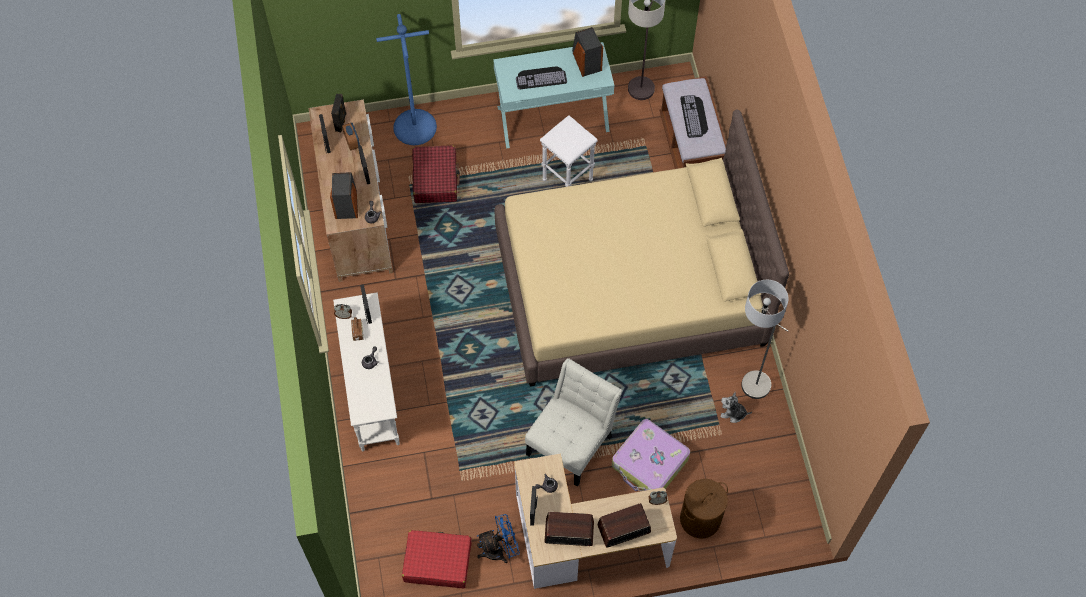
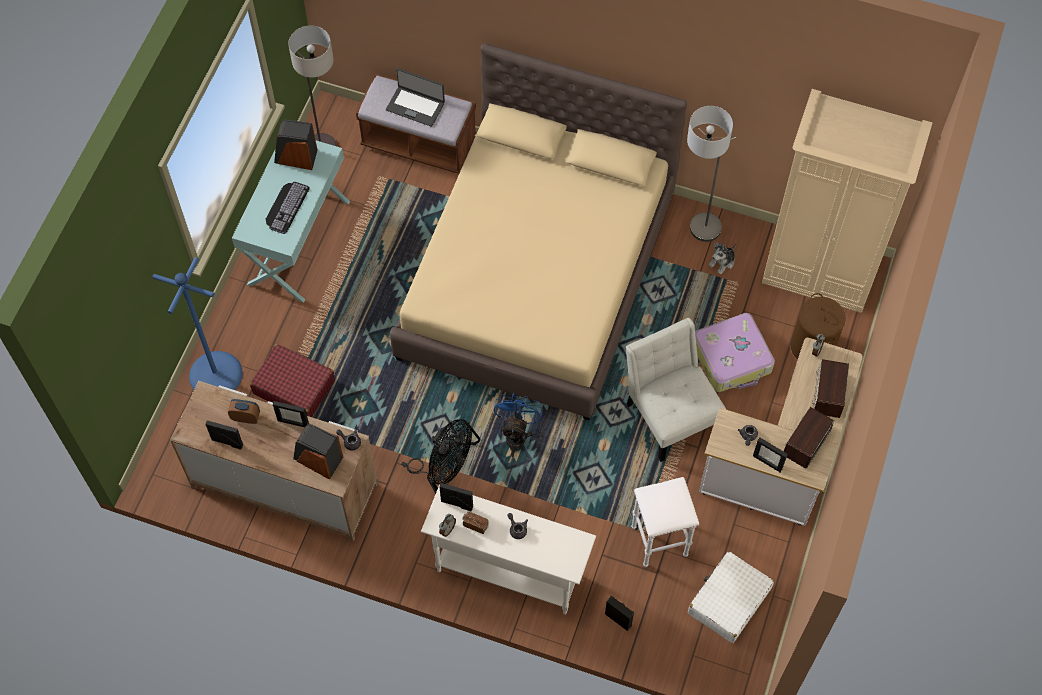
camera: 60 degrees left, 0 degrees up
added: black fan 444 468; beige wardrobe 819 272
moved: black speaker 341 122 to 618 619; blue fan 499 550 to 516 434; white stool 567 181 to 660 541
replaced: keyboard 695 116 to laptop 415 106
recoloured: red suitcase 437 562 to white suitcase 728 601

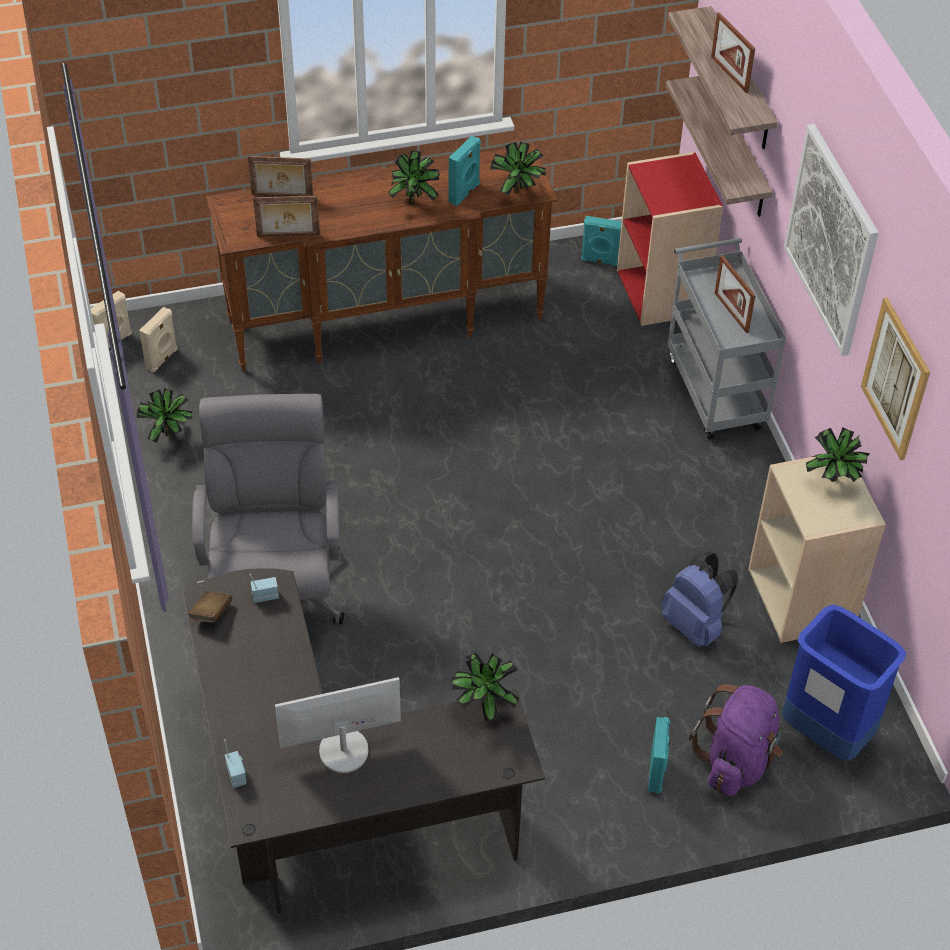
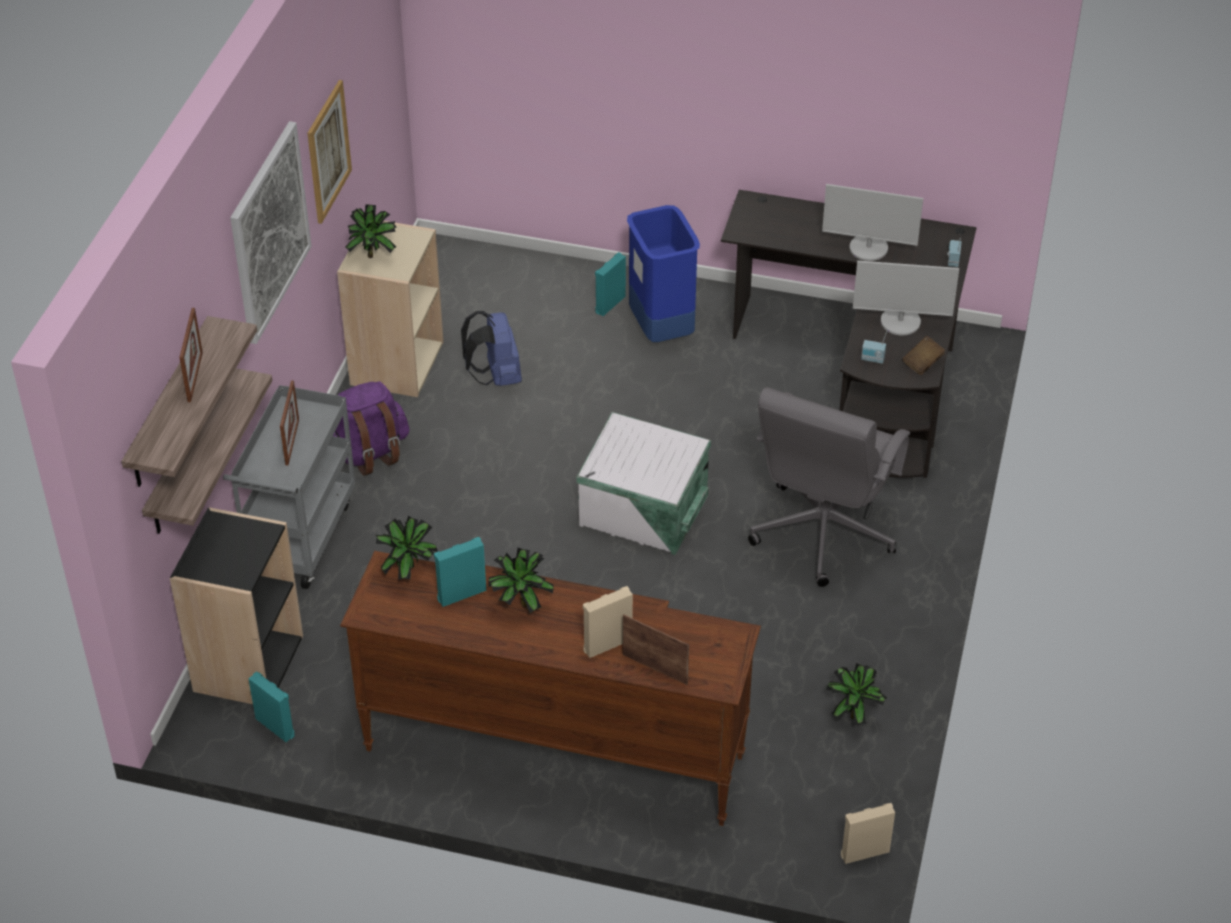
camera: 150 degrees left, 5 degrees down
removed: picture frame 288 236; potted plant 482 706
added: white storage box 644 512; monitor 900 322
moved: beige speaker 162 359 to 607 644; purple backpack 736 760 to 367 453; blue trash can 825 733 to 662 329
recoloured: red bookcase 662 292 to black bookcase 248 662

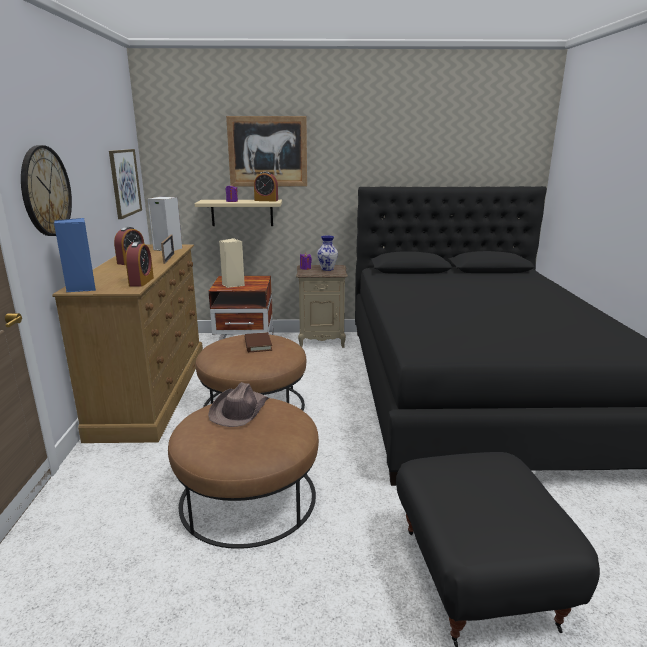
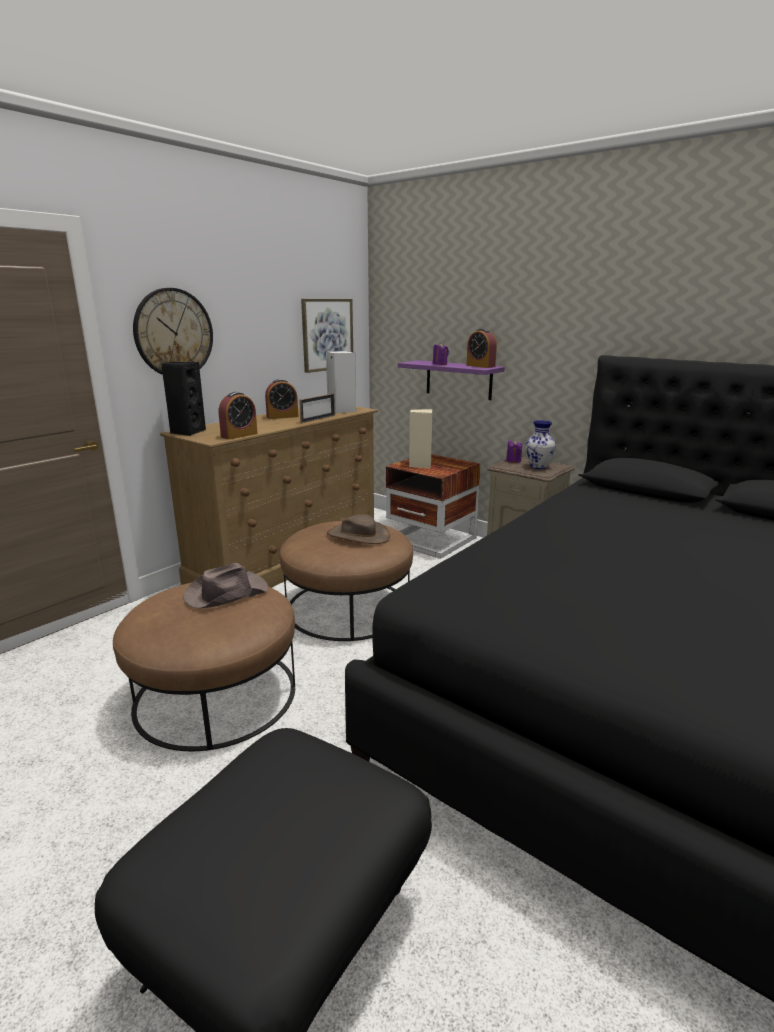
camera: 40 degrees right, 0 degrees up
removed: picture 267 151
replaced: brown book 258 344 to brown hat 358 535
recoloured: blue speaker 81 288 to black speaker 187 432; beige shelf 242 212 to purple shelf 458 380

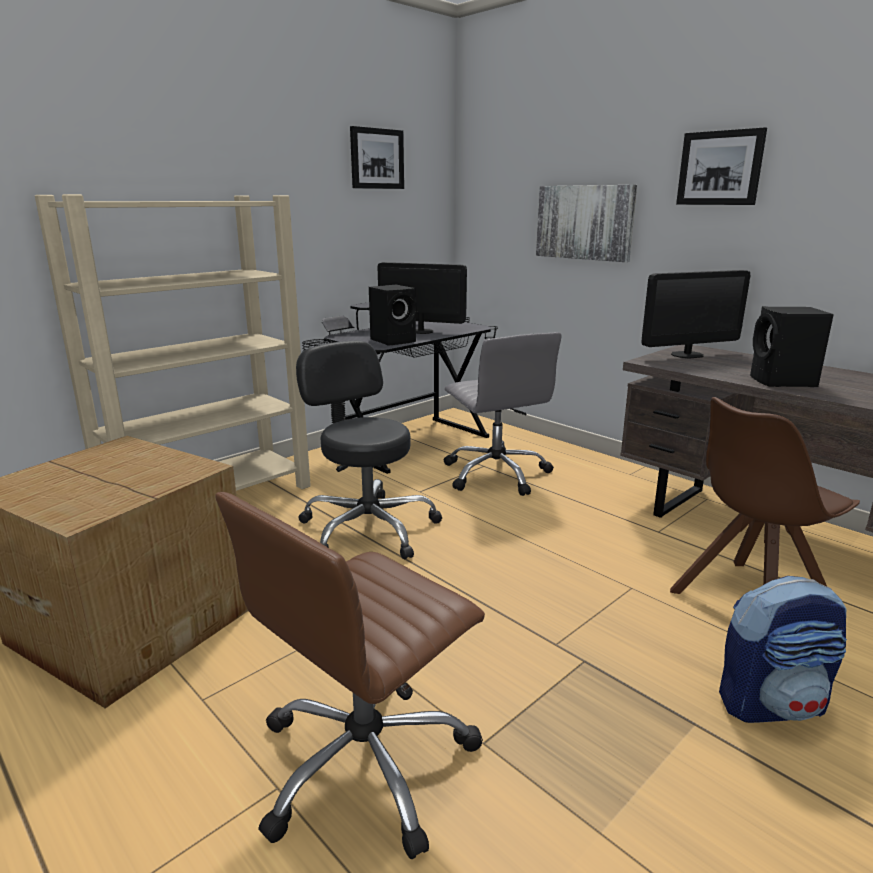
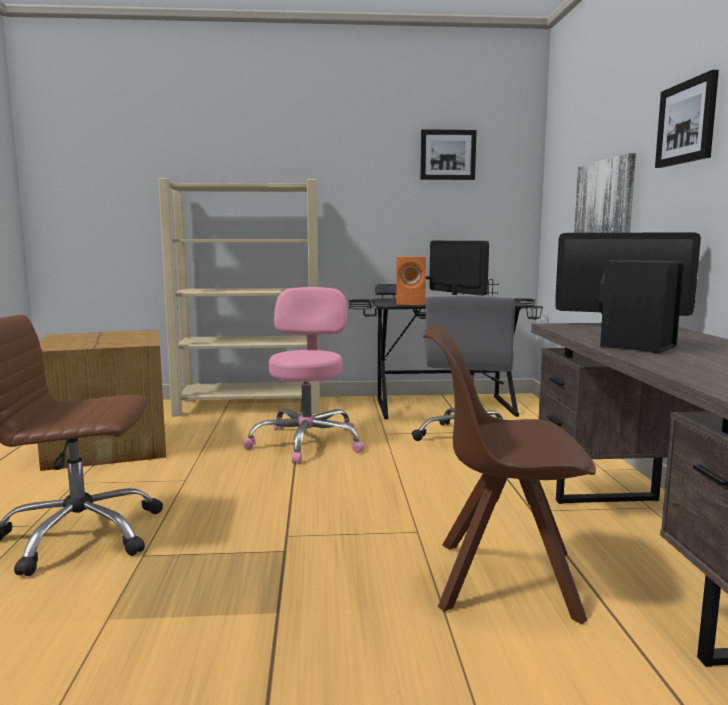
camera: 40 degrees right, 10 degrees down
removed: backpack 771 703
recoloured: black office chair 365 526 to pink office chair 308 441; black speaker 394 340 to orange speaker 412 303

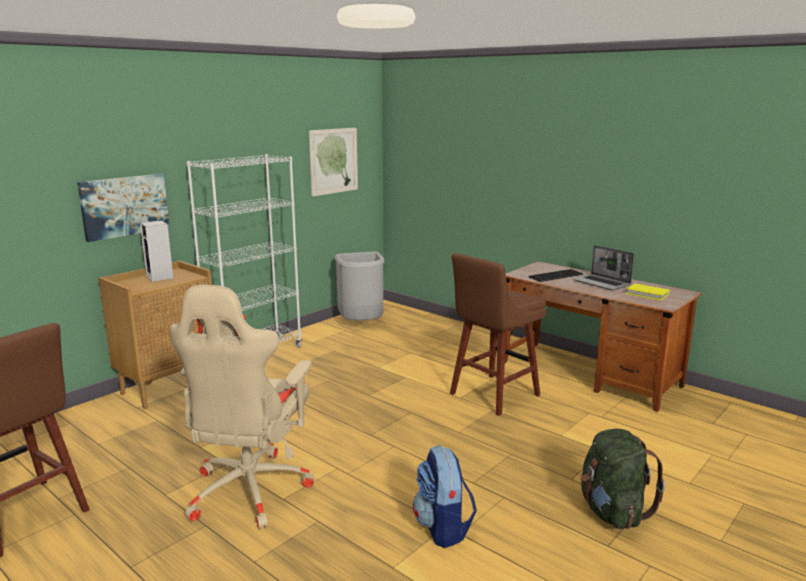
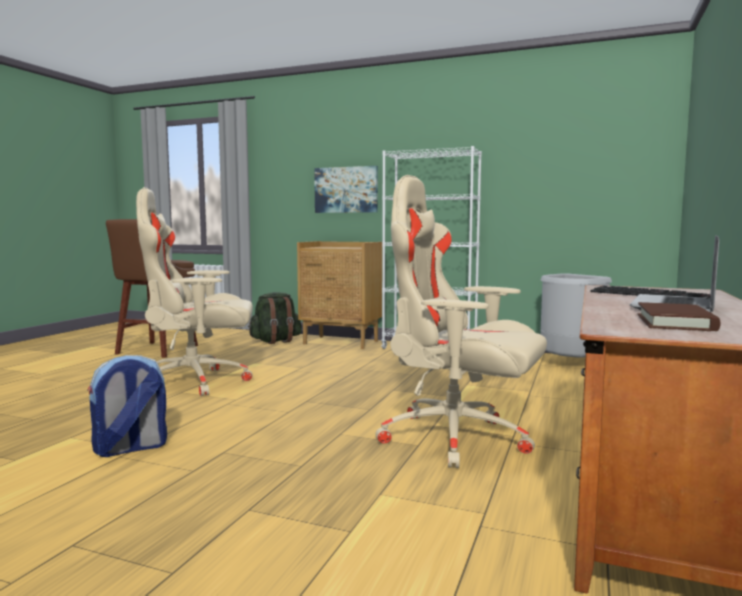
camera: 70 degrees right, 10 degrees down
removed: speaker 160 277; picture 333 161
moved: green backpack 612 512 to 276 341
replaced: brown stool 492 395 to beige office chair 464 441
recoloured: yellow book 647 294 to brown book 675 322

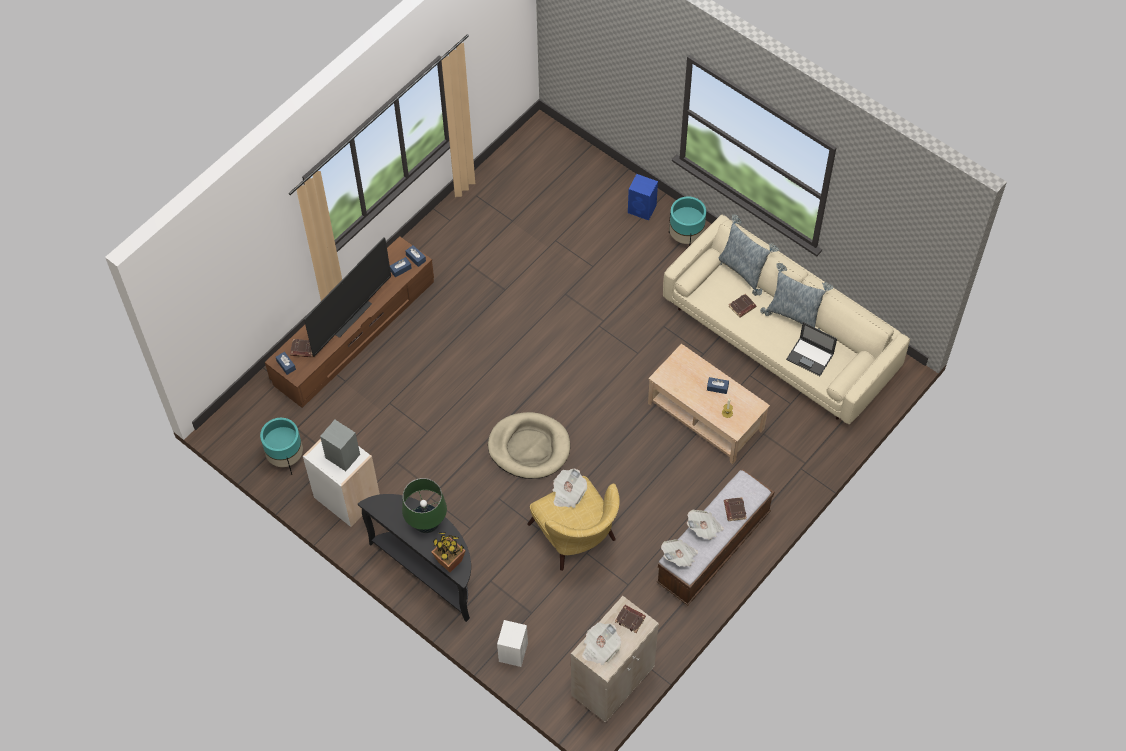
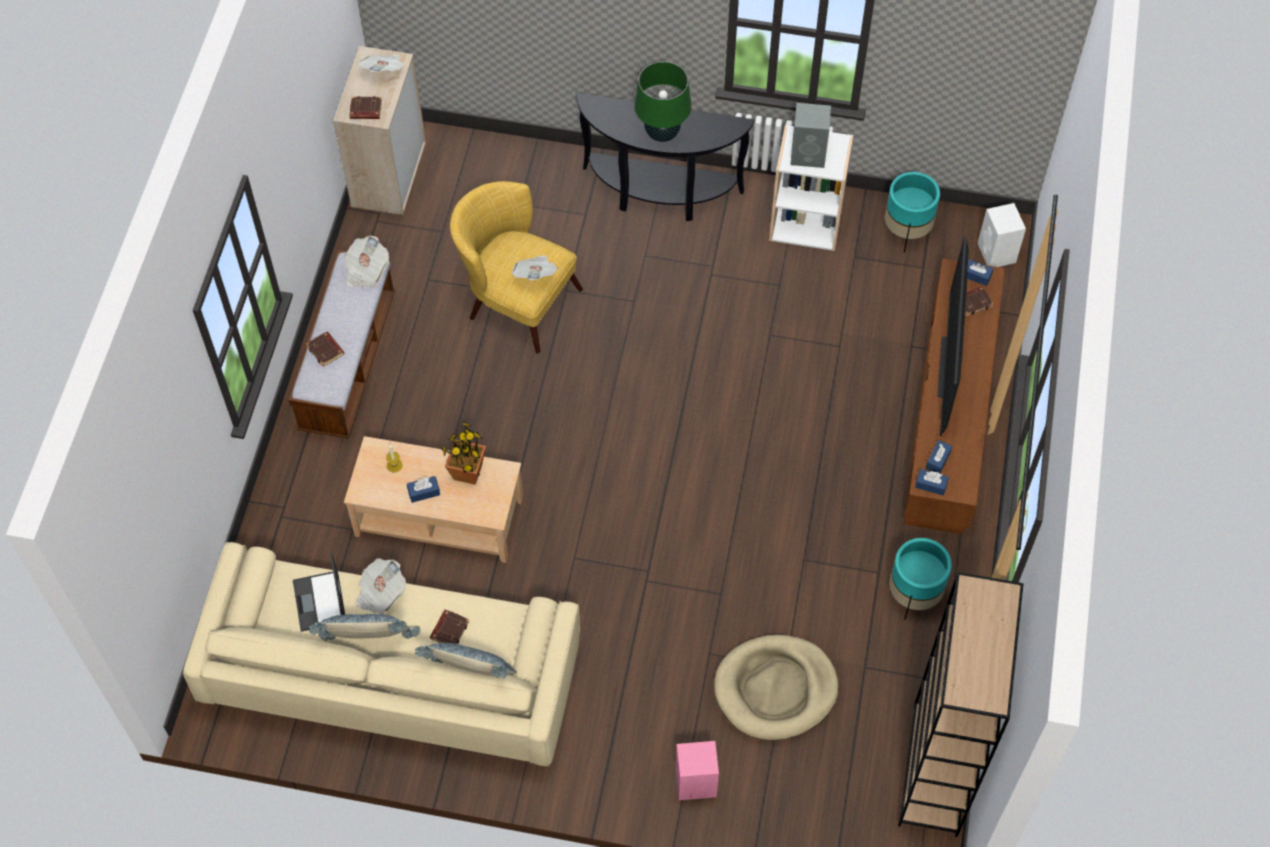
camera: 150 degrees right, 0 degrees up
added: beige bookcase 935 771
moved: potted plant 450 561 to 467 473; beige dog bed 529 447 to 775 689; white speaker 513 651 to 997 254; turquoise planter 686 238 to 914 595; newspaper 704 528 to 380 593
recoloured: blue speaker 642 209 to pink speaker 694 782
turned: laptop 810 357 = 320 602 105 degrees counterclockwise

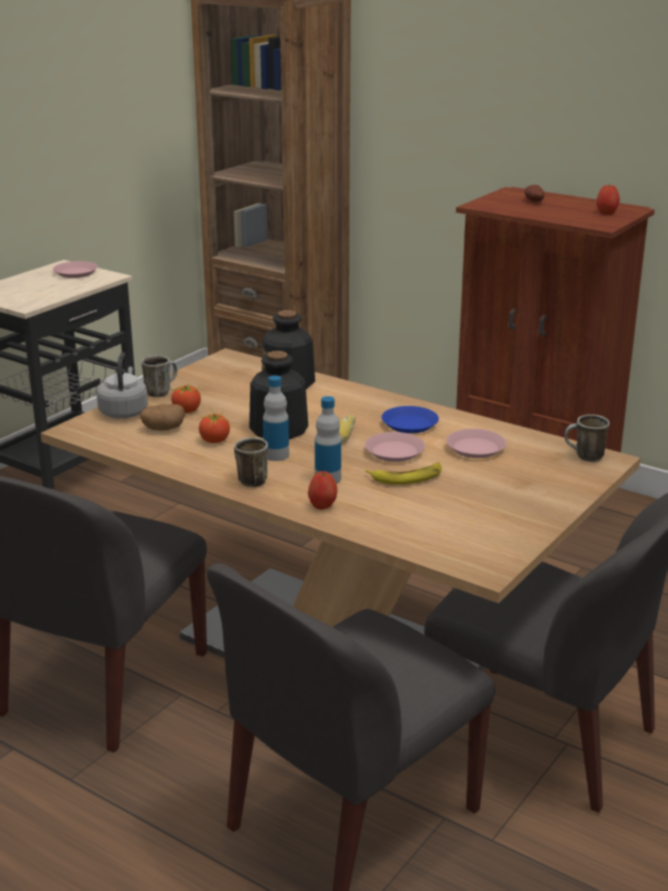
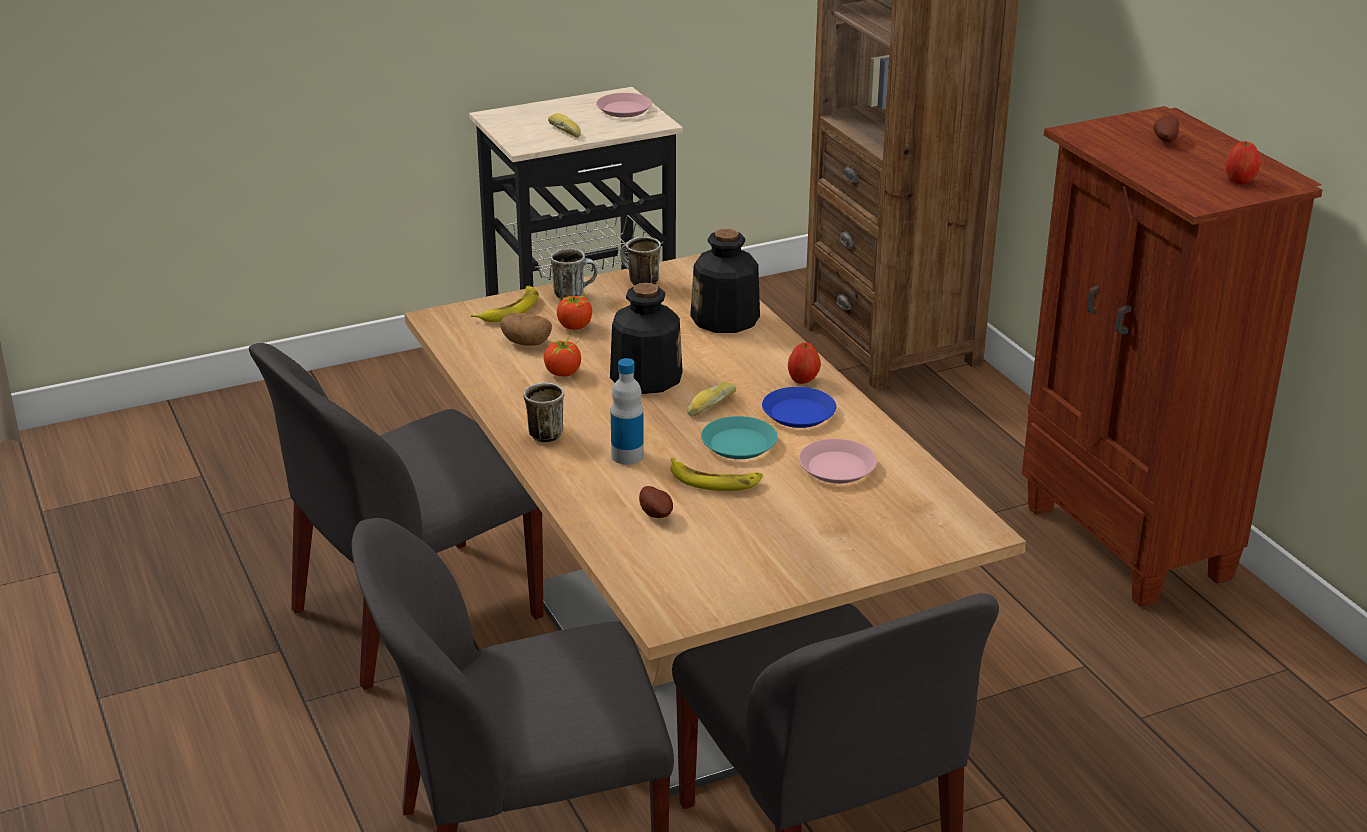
camera: 30 degrees right, 5 degrees up
removed: bottle 276 455
added: bread 566 131; potato 656 514
moved: apple 323 506 to 803 380; mug 584 457 to 638 282
replaced: grey kettle 124 411 to banana 510 309
recoloured: pink plate 394 452 to turquoise plate 738 444

